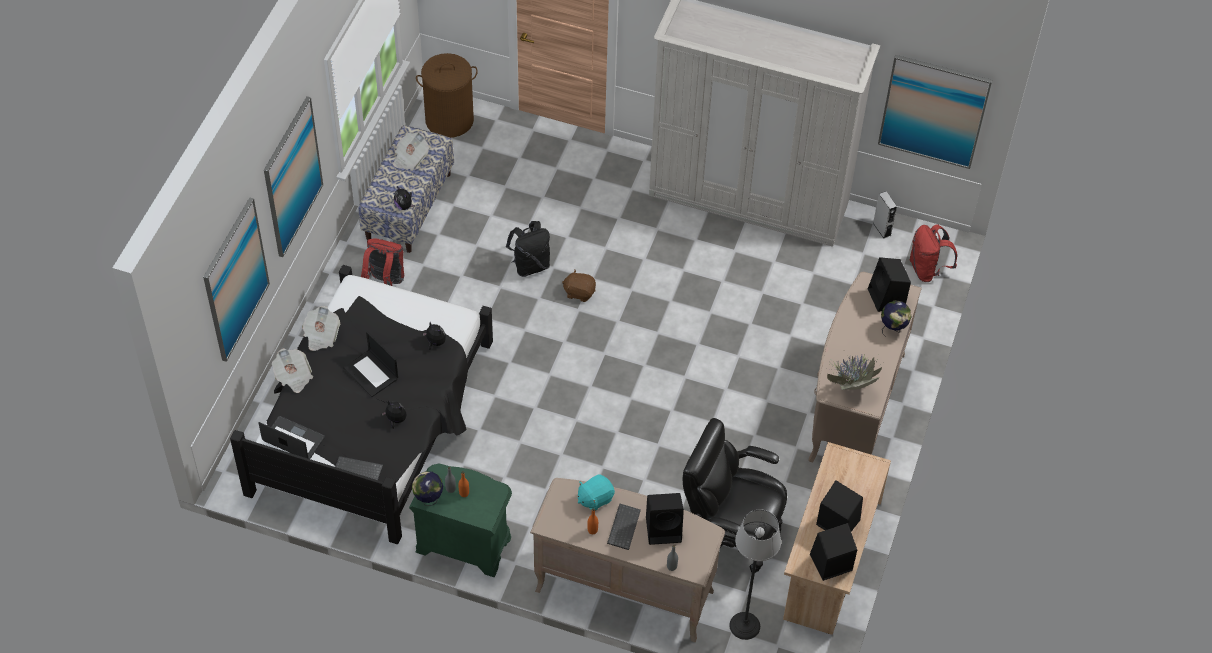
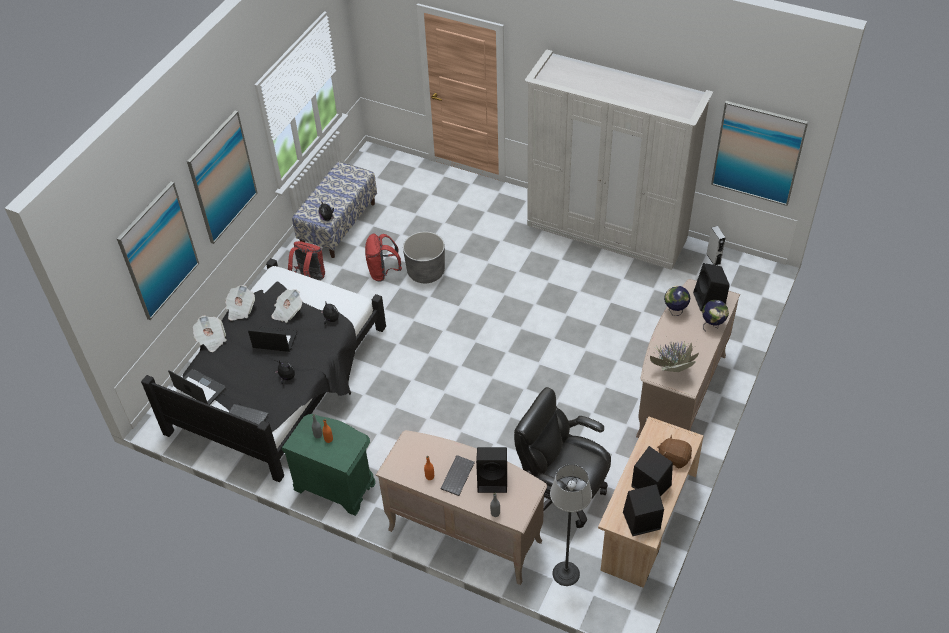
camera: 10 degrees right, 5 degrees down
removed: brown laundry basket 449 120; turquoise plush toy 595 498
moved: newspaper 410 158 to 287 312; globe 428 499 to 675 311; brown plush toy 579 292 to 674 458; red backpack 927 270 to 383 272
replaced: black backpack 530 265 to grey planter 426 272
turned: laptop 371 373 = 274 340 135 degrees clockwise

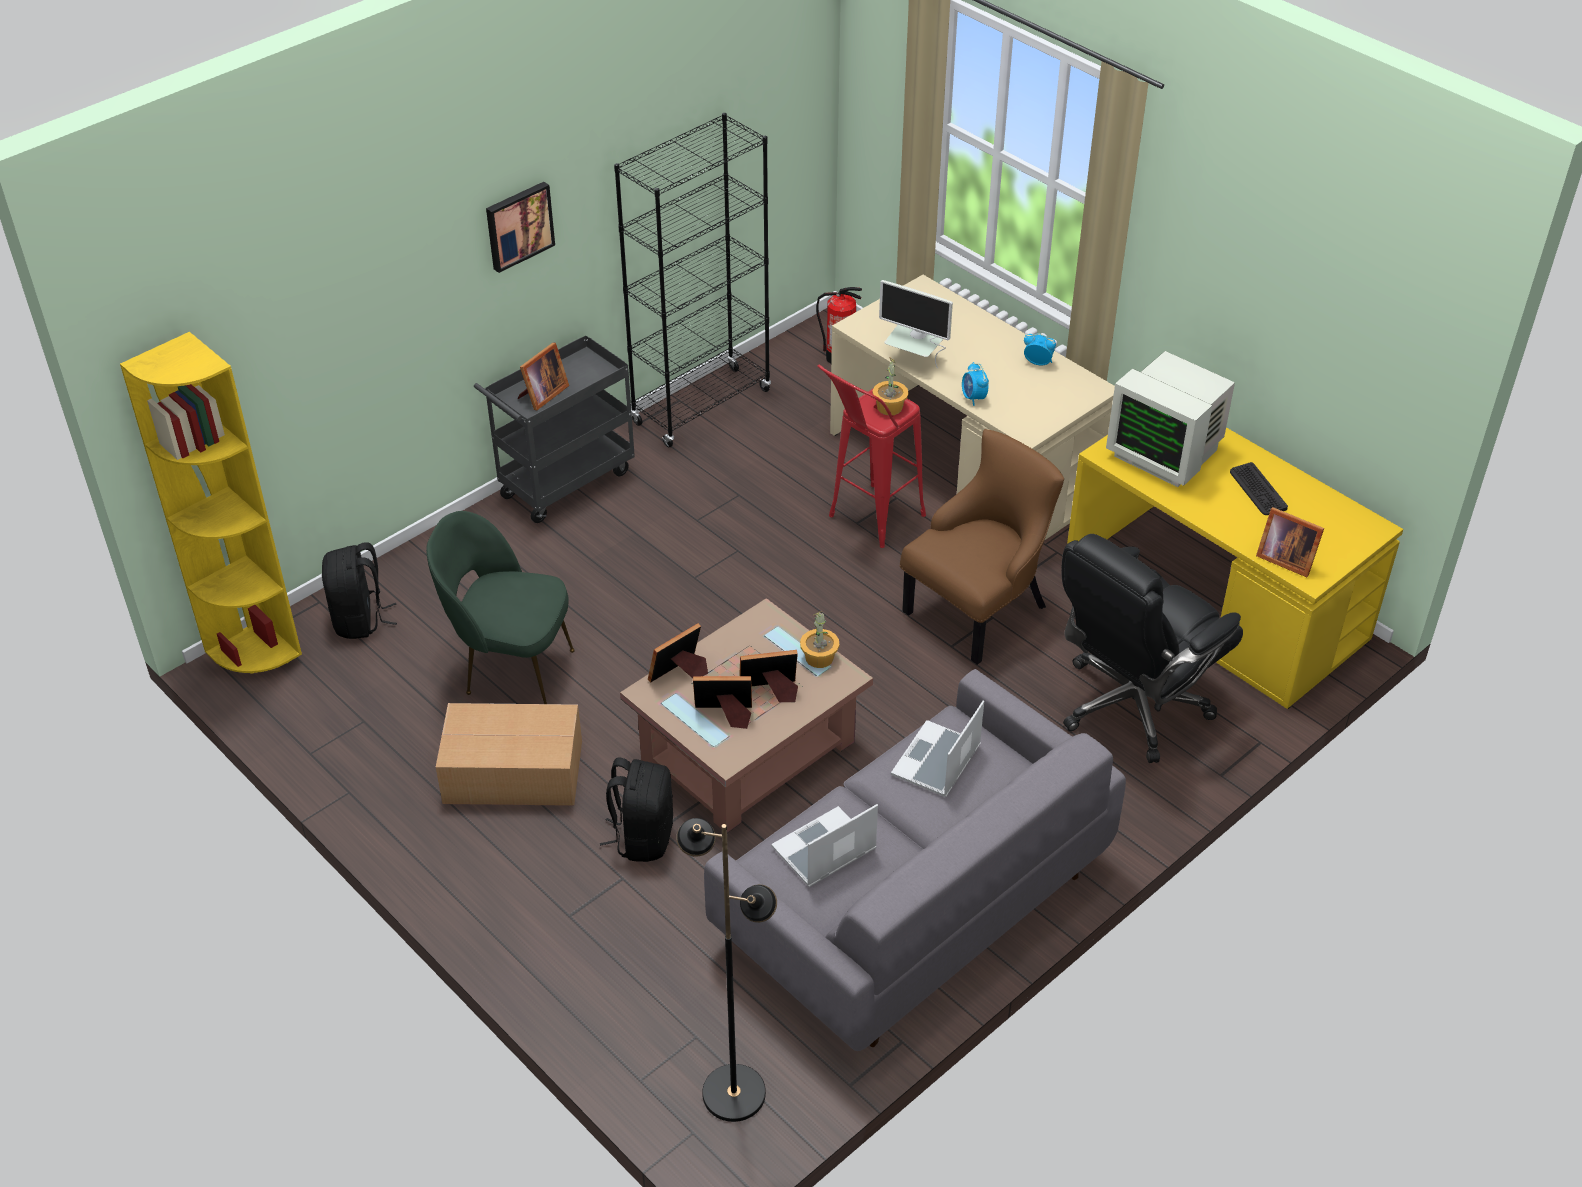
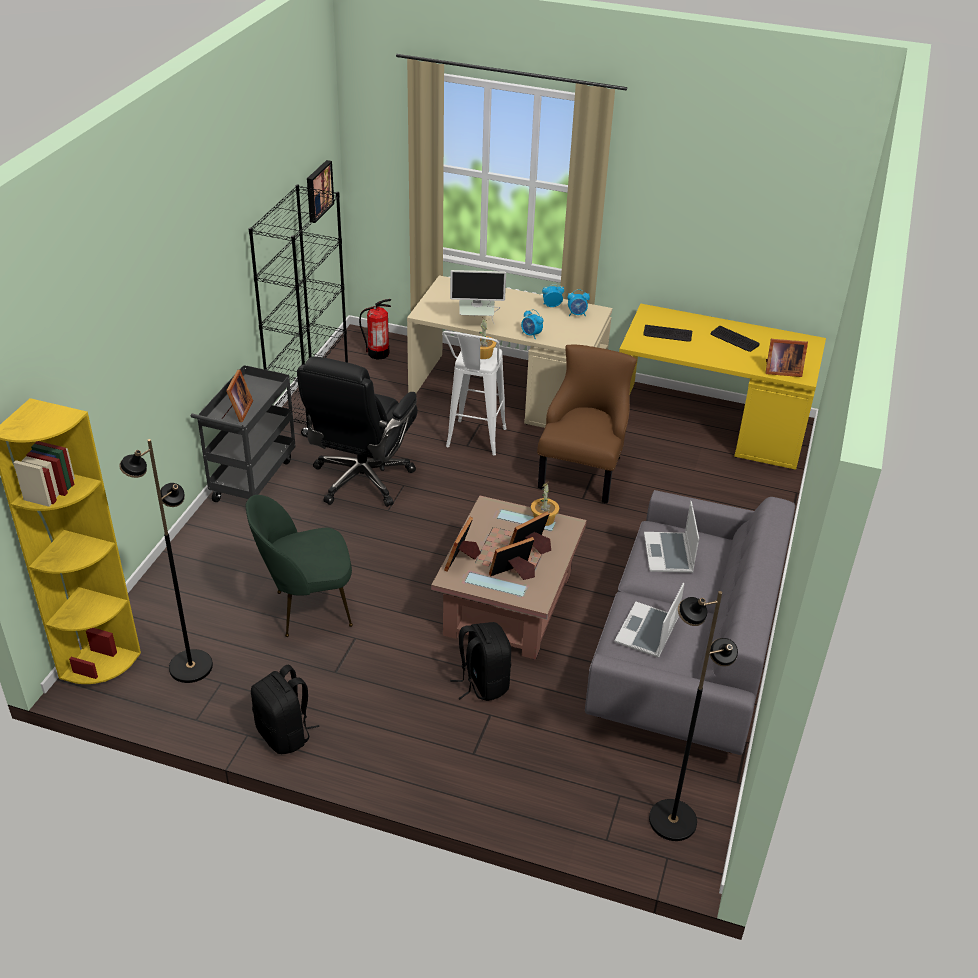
camera: 30 degrees left, 5 degrees down
removed: cardboard box 515 773
added: black floor lamp 190 666; alarm clock 577 314
moved: black backpack 360 620 to 285 734; picture 518 225 to 318 191; black office chair 1133 705 to 362 479
replaced: monitor 1166 452 to keyboard 667 334
recoloured: red stool 867 523 to white stool 473 444

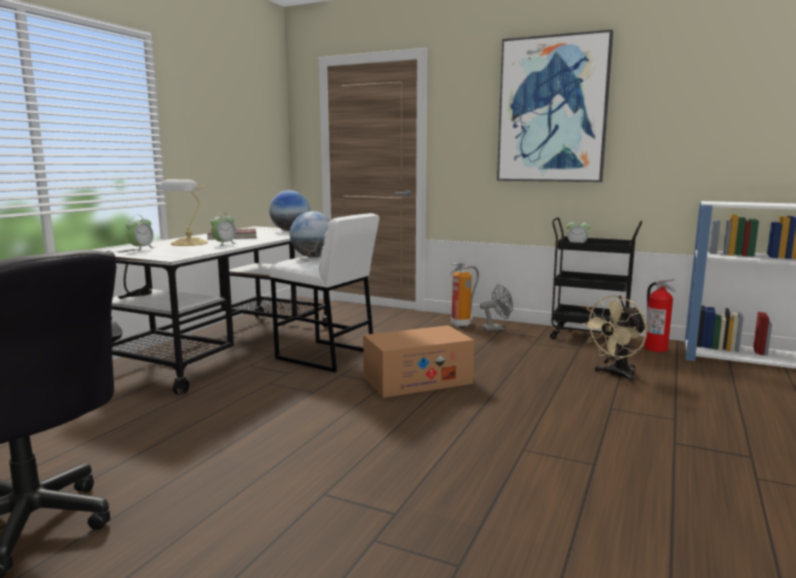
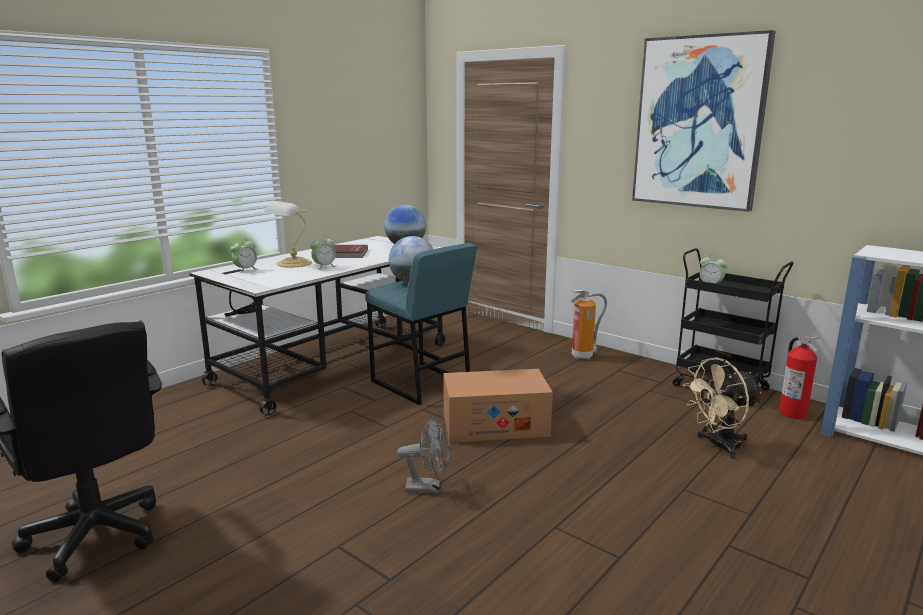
camera: 15 degrees right, 5 degrees up
moved: grey fan 497 328 to 429 488
recoloured: white stool 327 356 to blue stool 422 383

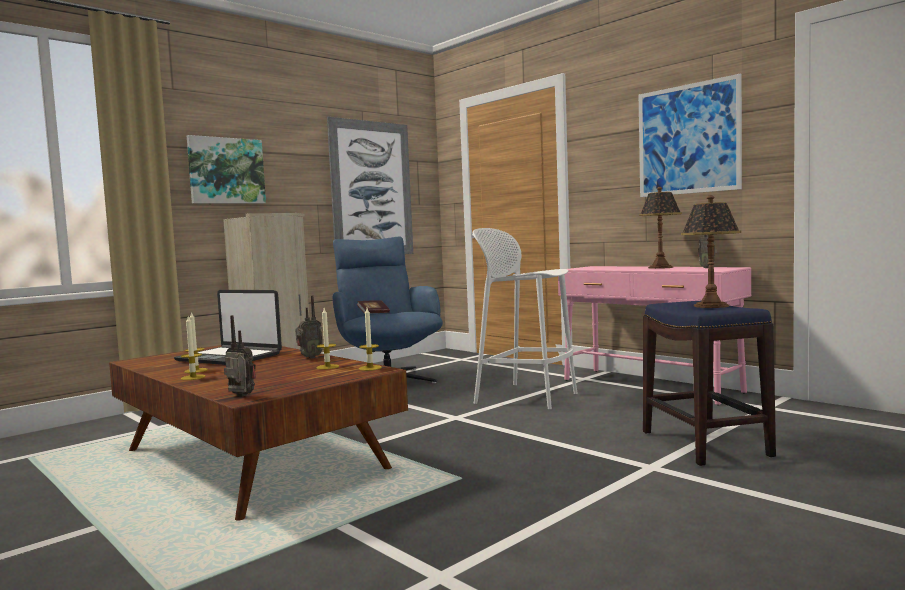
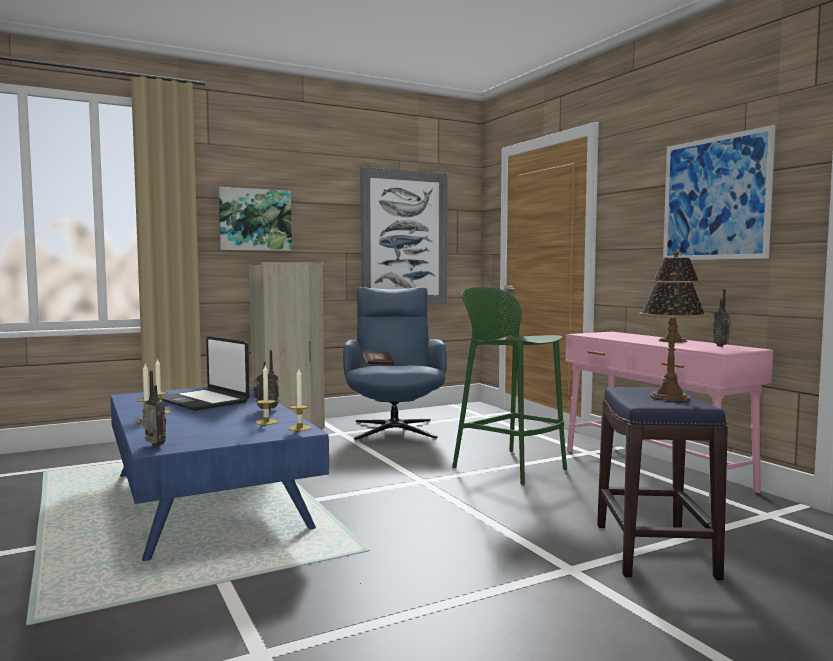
camera: 15 degrees right, 0 degrees up
recoloured: brown coffee table 253 459 to blue coffee table 208 499; white stool 525 397 to green stool 510 467

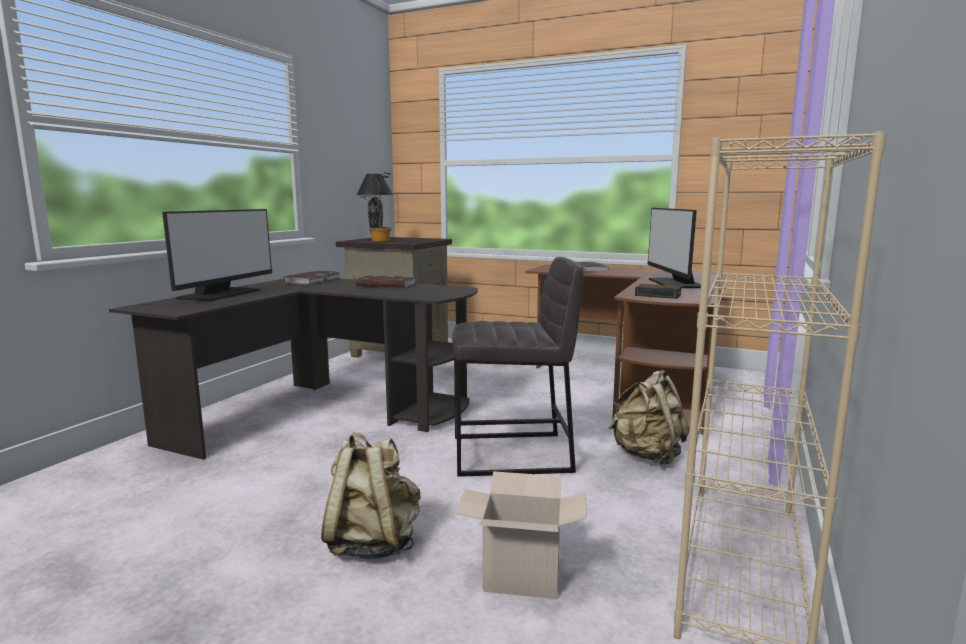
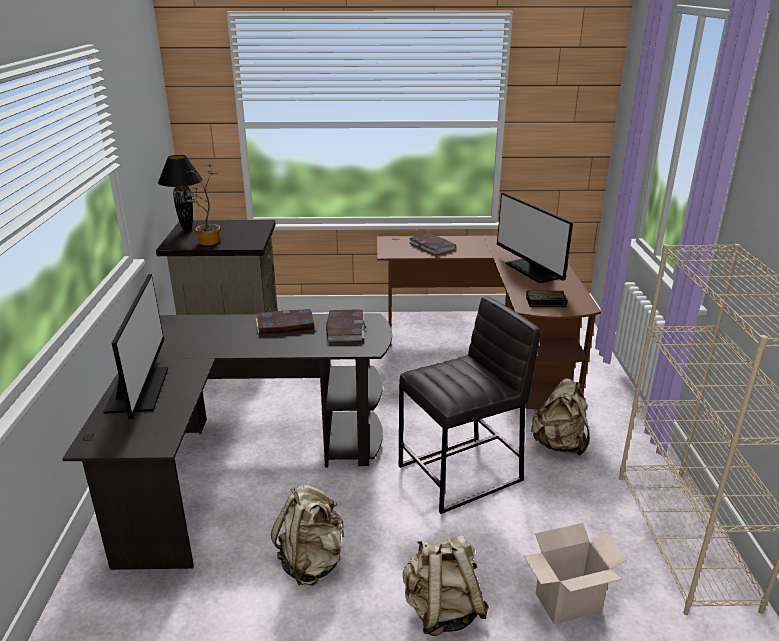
camera: 25 degrees left, 15 degrees up
added: beige backpack 312 562
moved: book 312 280 to 345 328

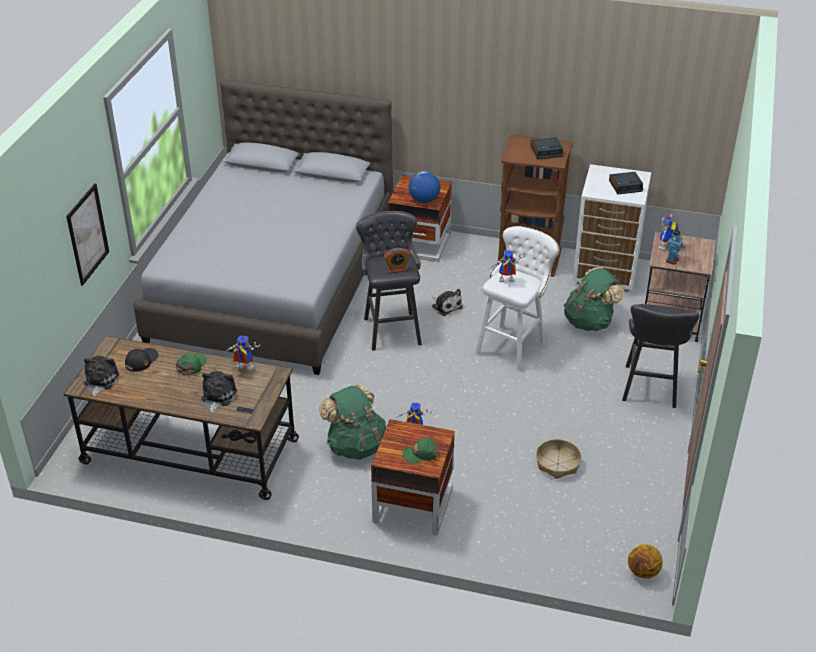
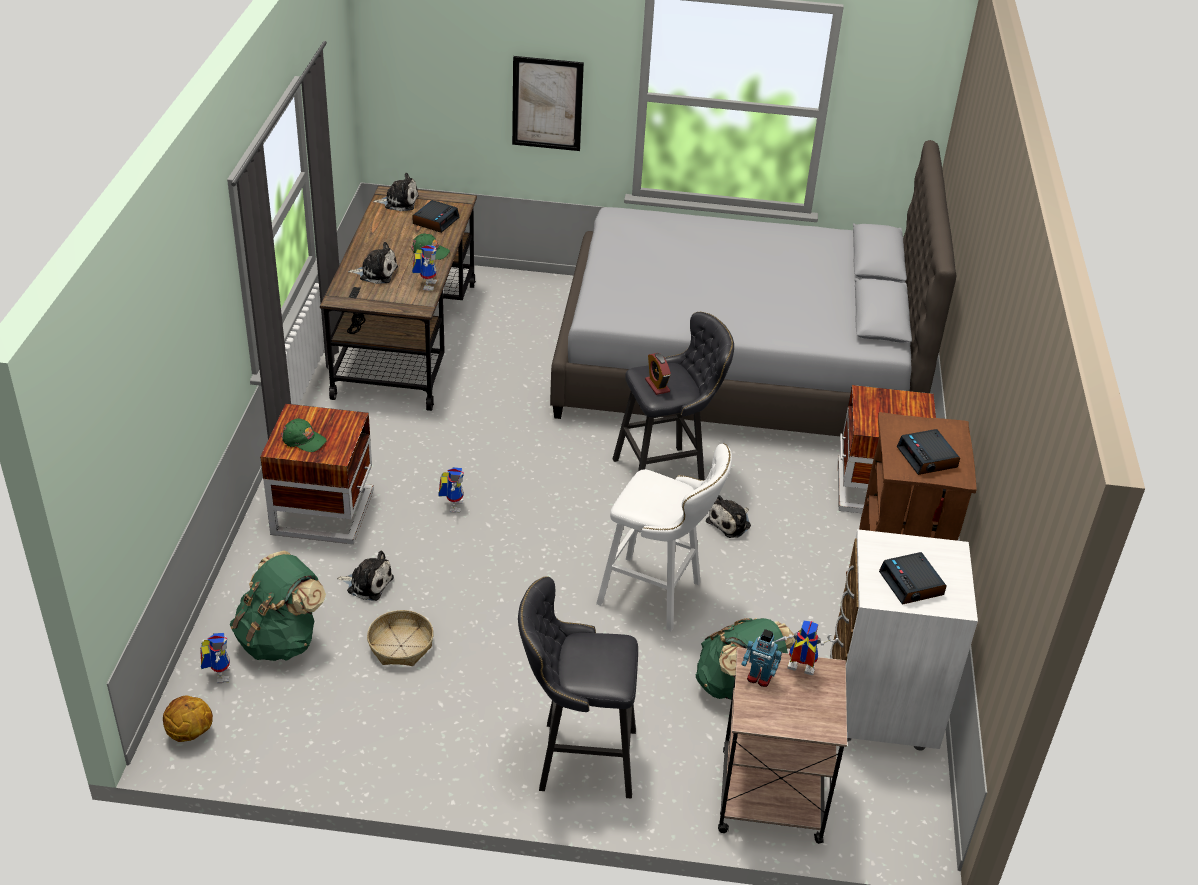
camera: 80 degrees right, 0 degrees up
removed: globe 424 200
added: plush toy 367 583
moved: green backpack 355 445 to 280 640; toy robot 505 281 to 219 673
replaced: black cap 141 360 to alarm clock 435 221
turned: green cap 421 454 = 303 440 135 degrees clockwise

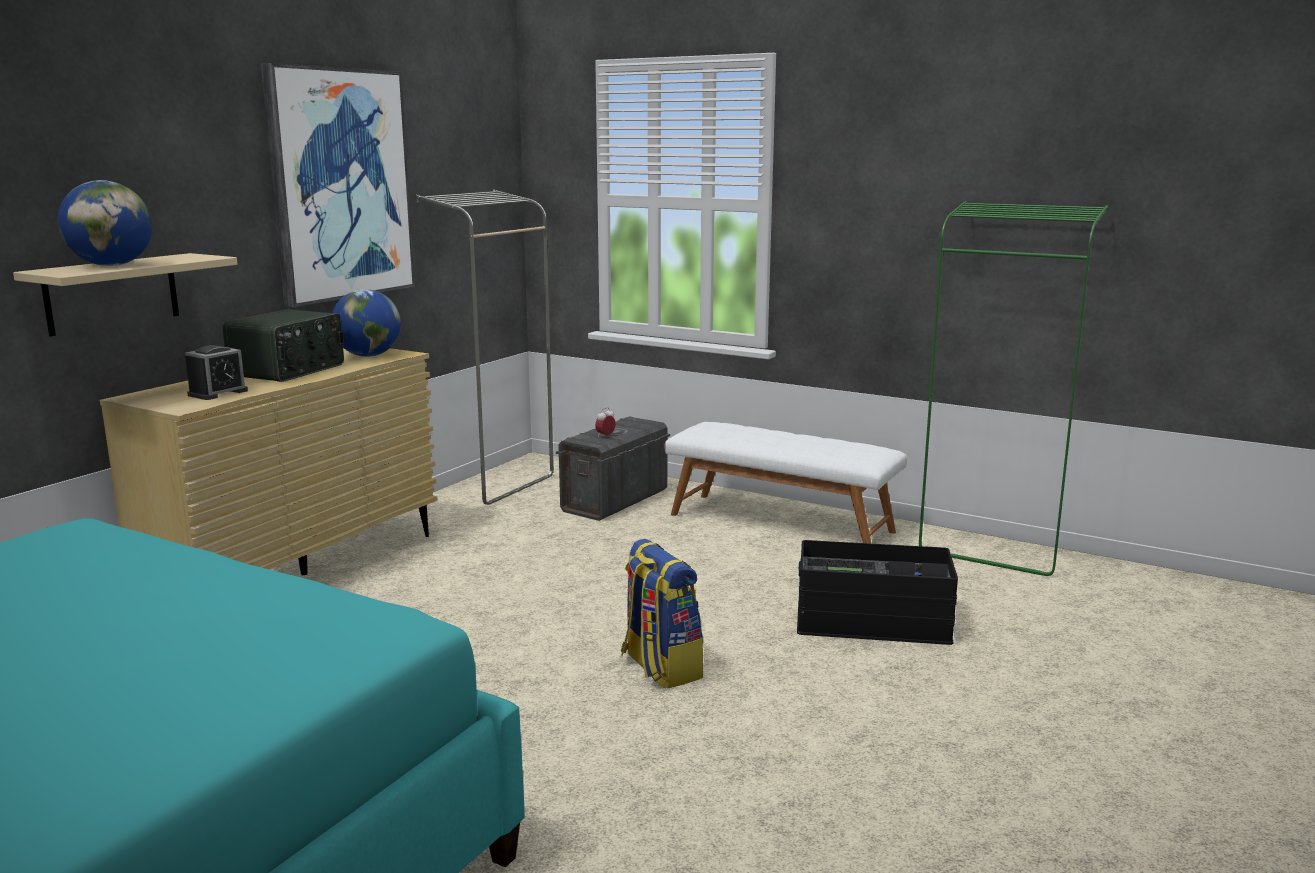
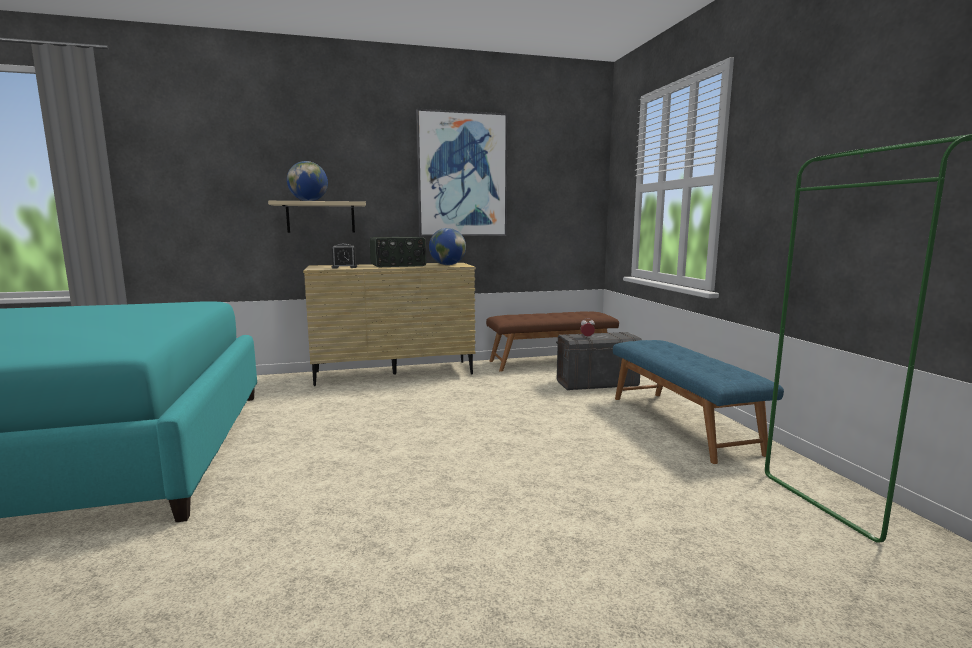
camera: 45 degrees right, 5 degrees down
removed: backpack 659 667; black storage box 873 620
replaced: grey clothes rack 497 485 to brown bench 550 362
recoloured: white bench 781 522 to blue bench 682 423

